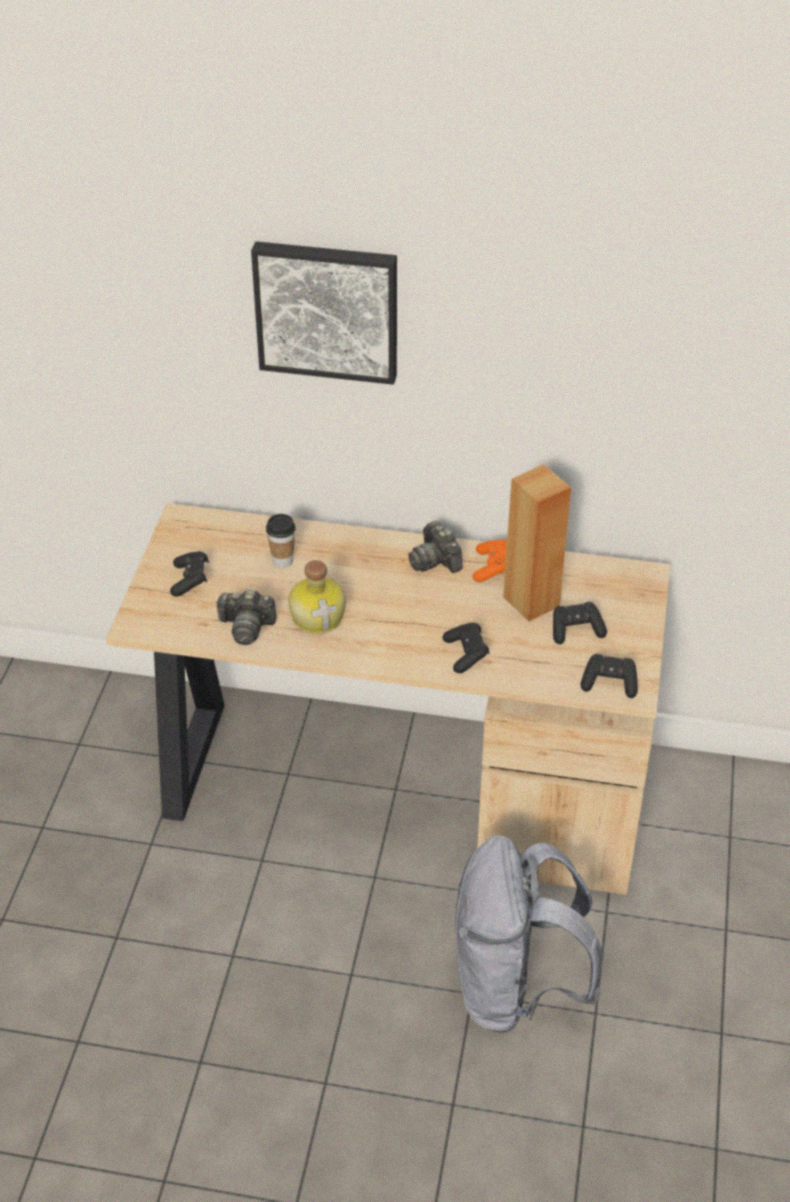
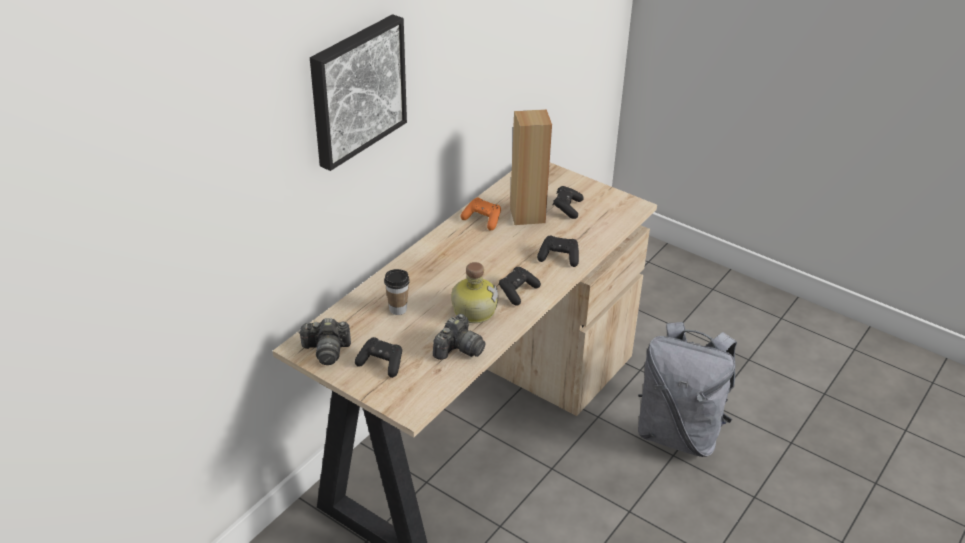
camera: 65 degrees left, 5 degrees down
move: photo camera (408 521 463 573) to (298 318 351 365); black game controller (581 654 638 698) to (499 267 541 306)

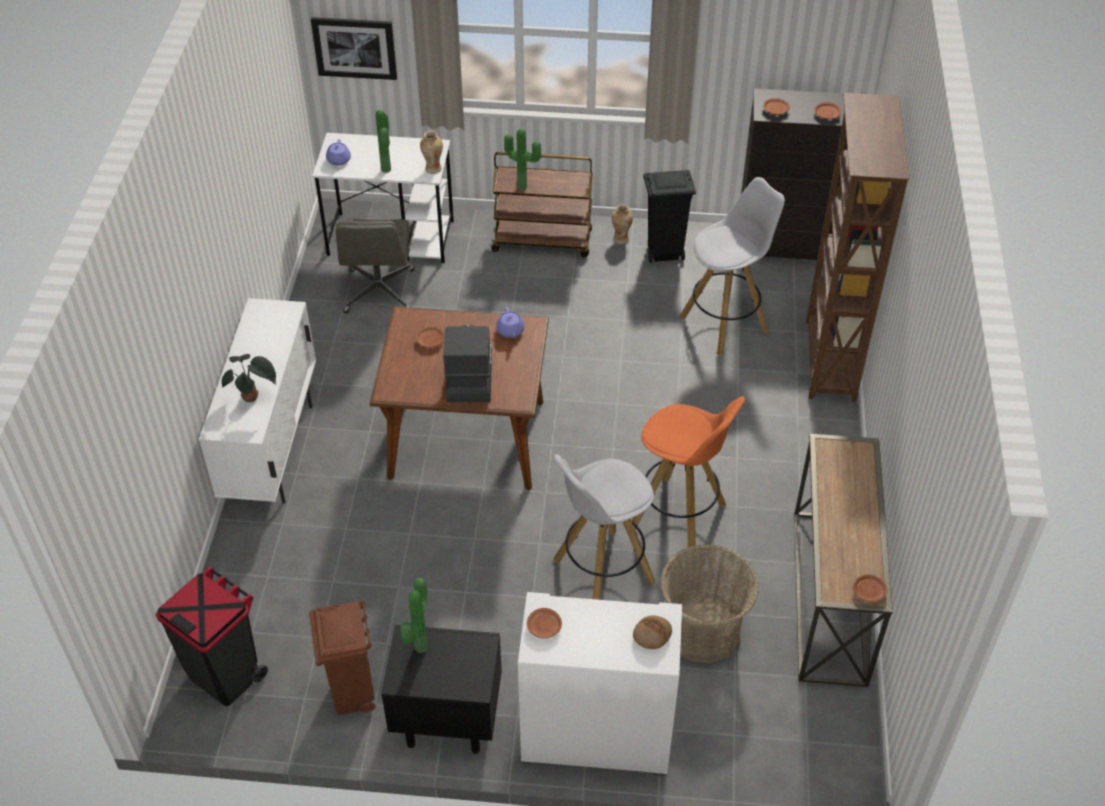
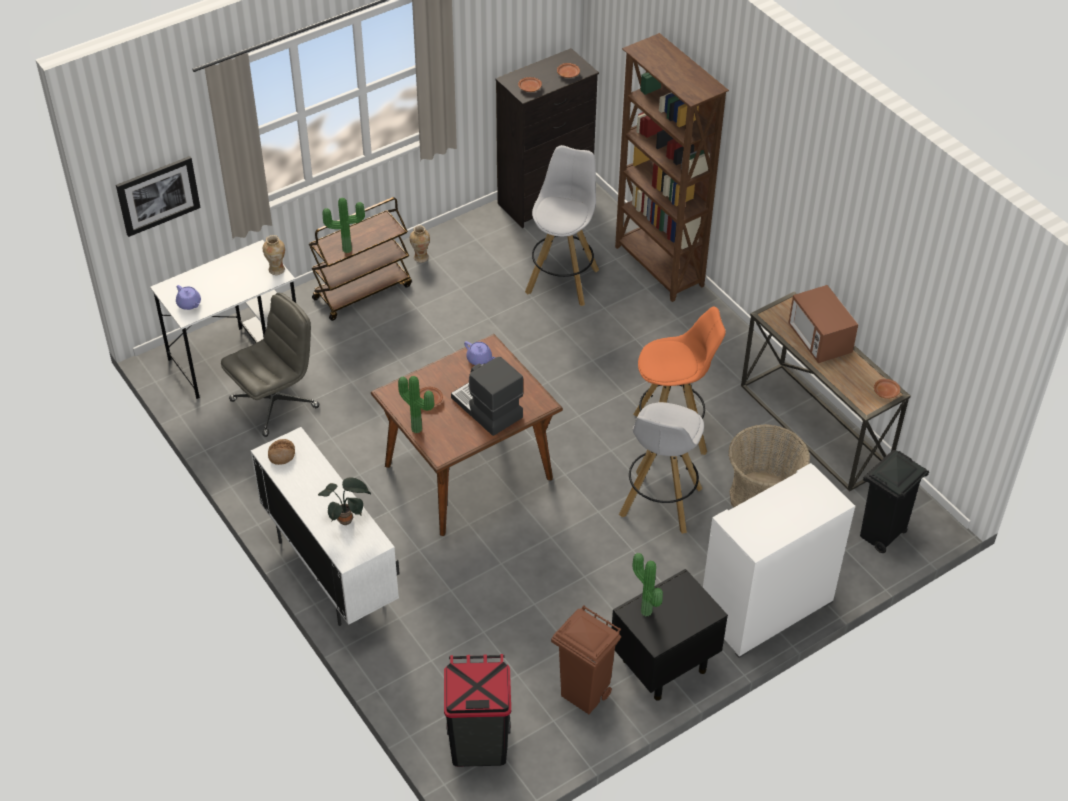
camera: 40 degrees left, 0 degrees up
delete: brown plate (527 608 562 639)
insert: microwave (788 285 858 363)
move: bread (633 616 672 649) to (268 439 295 465); potted plant (376 110 391 173) to (398 376 434 433); black trash can (643 170 696 263) to (860 450 929 553)
rotate: grey office chair (336 219 415 313) = (221 293 319 437) 90 degrees counterclockwise

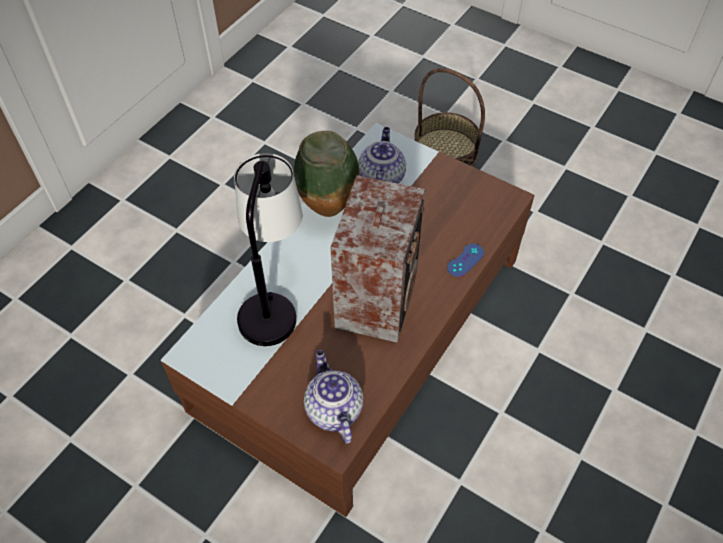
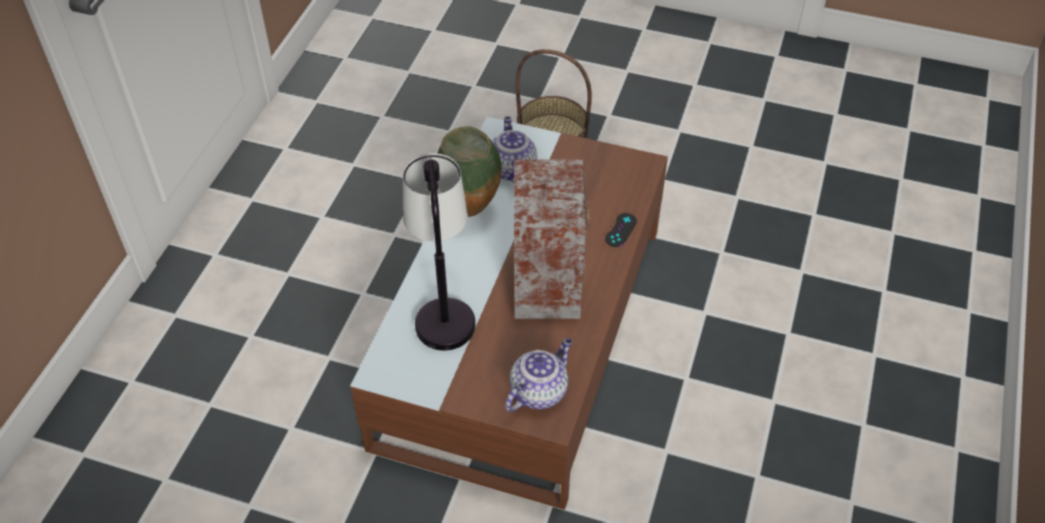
camera: 15 degrees left, 5 degrees down
recolor: blue game controller (447 244 484 277) to black game controller (605 213 637 247)
rotate: teapot (304 350 364 444) = (505 338 572 412) 75 degrees clockwise

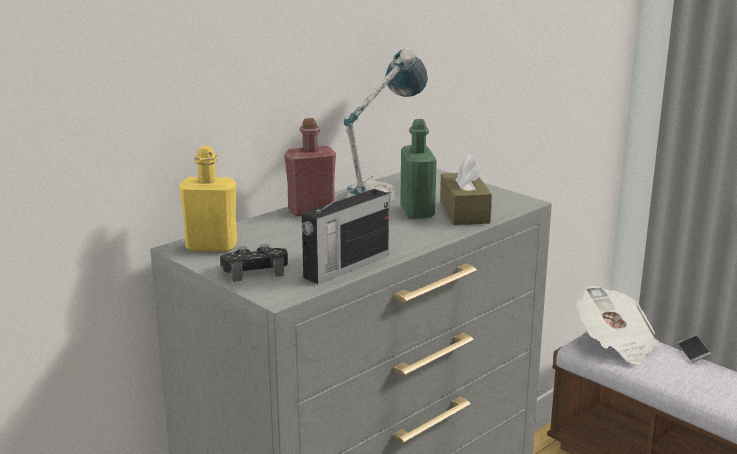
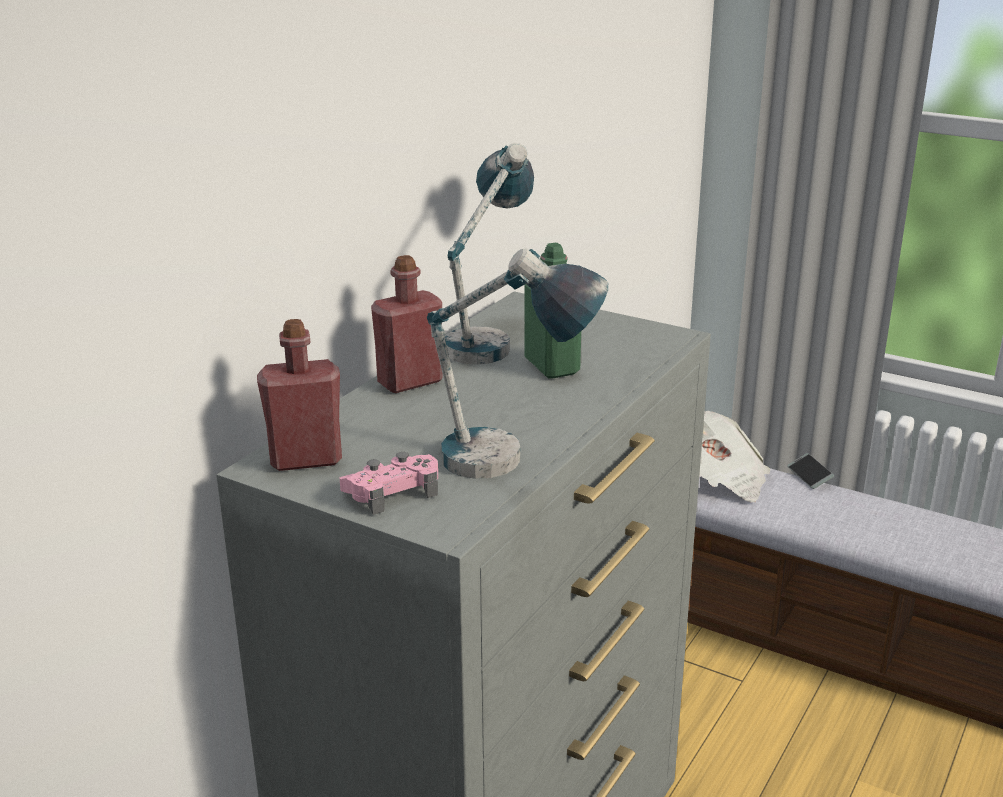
camera: 15 degrees left, 5 degrees up
delete: brown tissue box (440 155 492 225)
replace: radio (302 176 389 284) to table lamp (427 248 608 479)
recolor: yellow bottle (179 146 237 252) to red bottle (257 319 342 471); black game controller (220 244 288 282) to pink game controller (340 452 438 515)

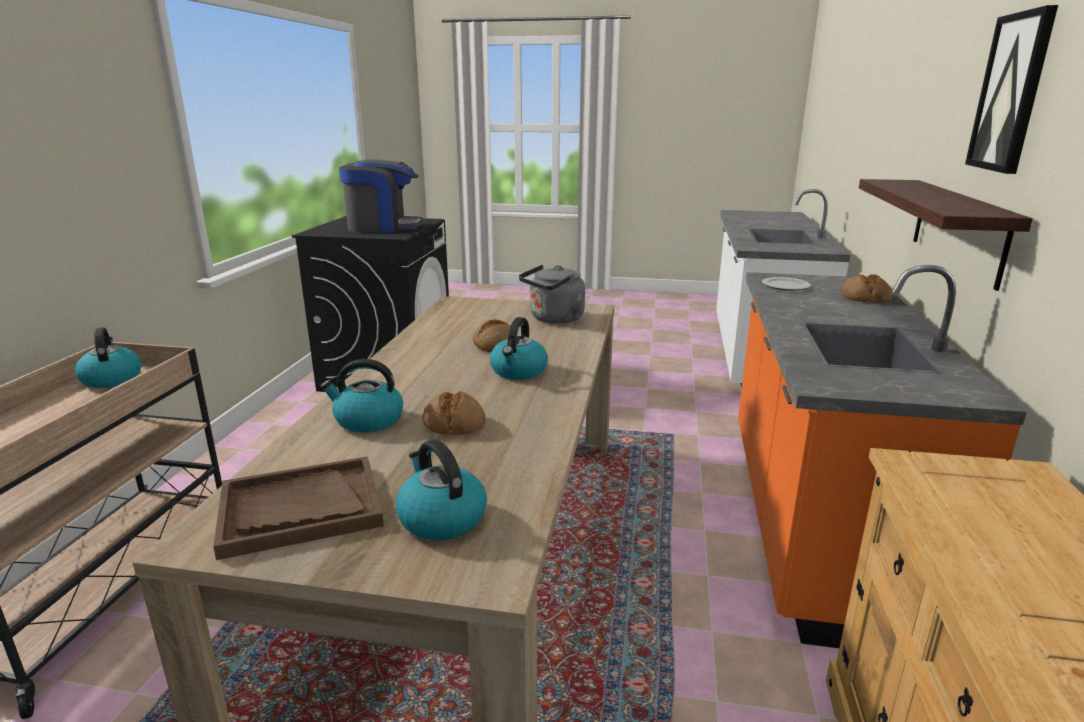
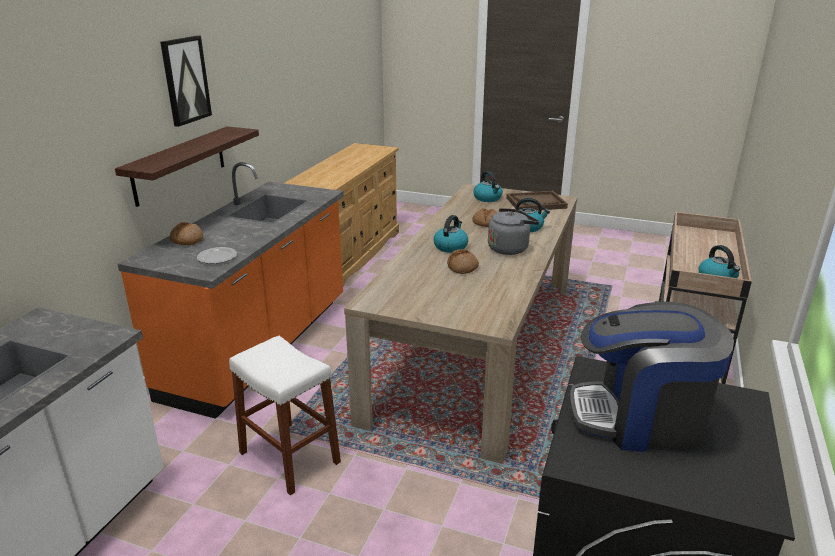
camera: 170 degrees left, 5 degrees up
insert: white stool (229 336 341 495)
move: grey kettle (519 265 585 323) to (488 208 539 255)

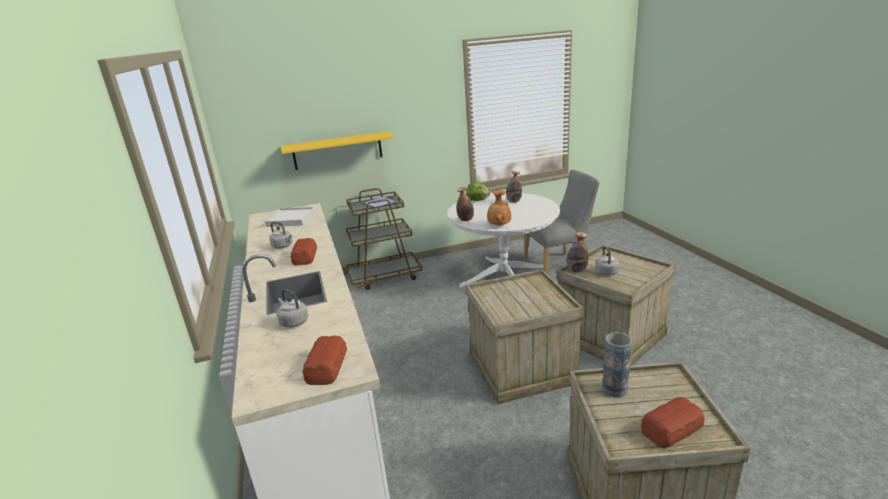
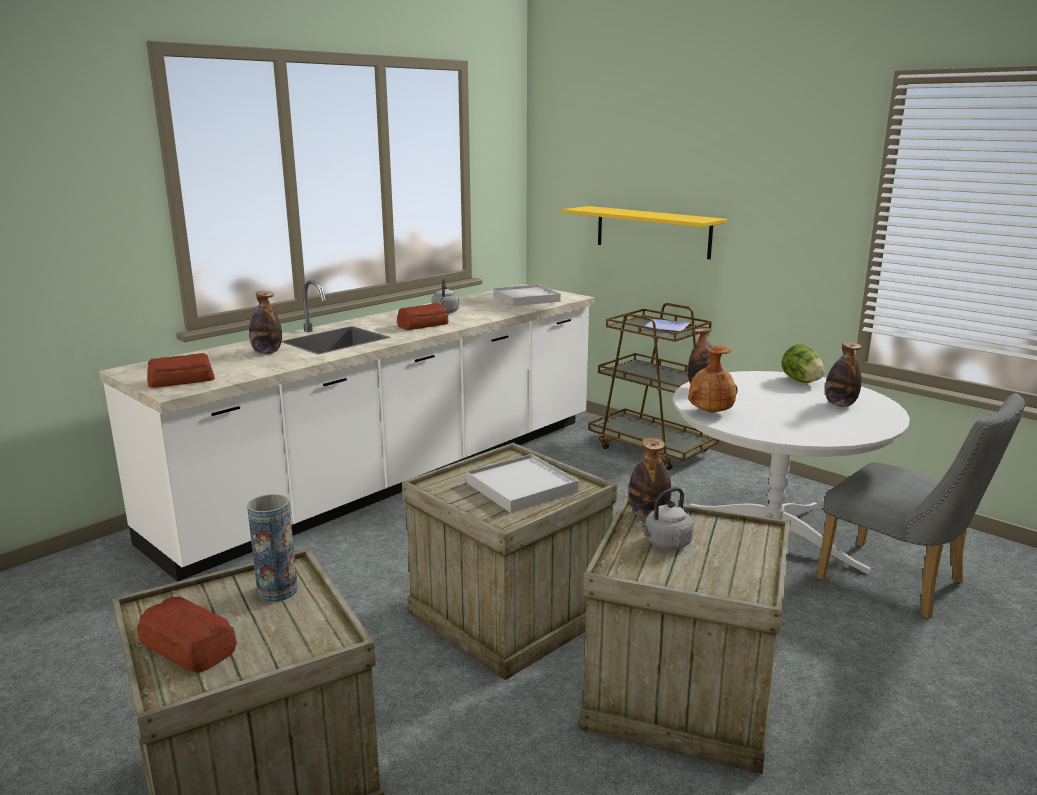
camera: 60 degrees right, 5 degrees down
insert: white tray (466 454 579 513)
replace: grey kettle (276 289 308 328) to bottle (249 291 282 354)

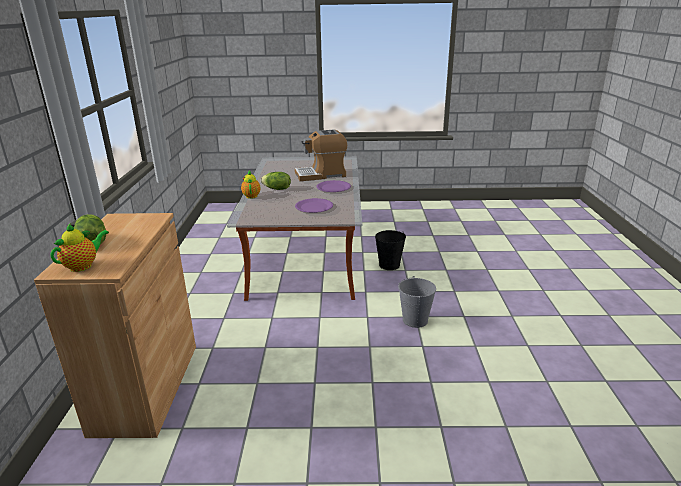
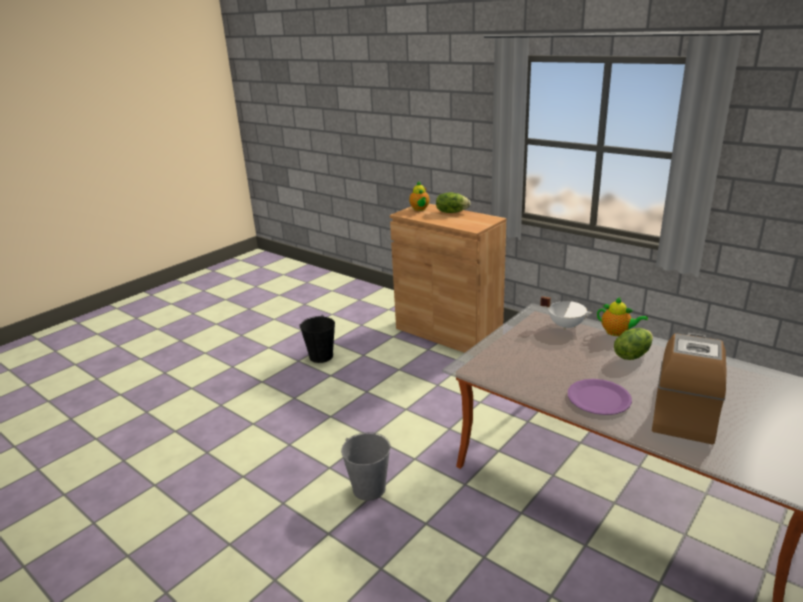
camera: 130 degrees right, 0 degrees up
delete: purple plate (295 198 333 213)
insert: white cooking pot (540 296 592 330)
move: black bucket (375 230 406 270) to (300 315 335 363)

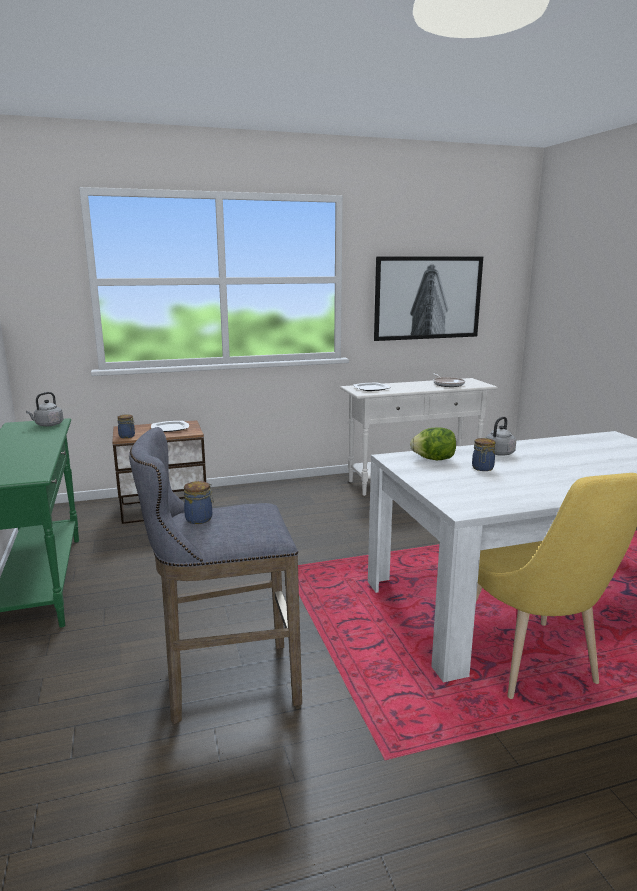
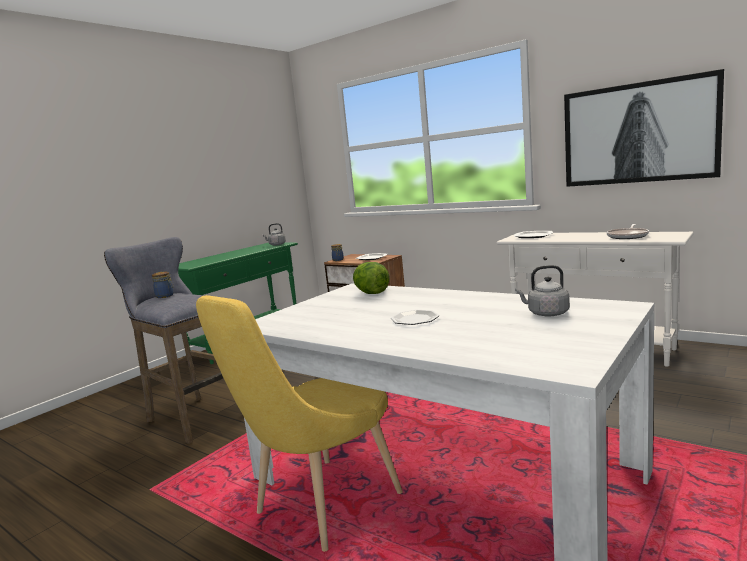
camera: 55 degrees right, 5 degrees down
delete: jar (472 438 496 471)
insert: plate (391 310 439 325)
move: grey kettle (486 417 516 456) to (515 265 570 317)

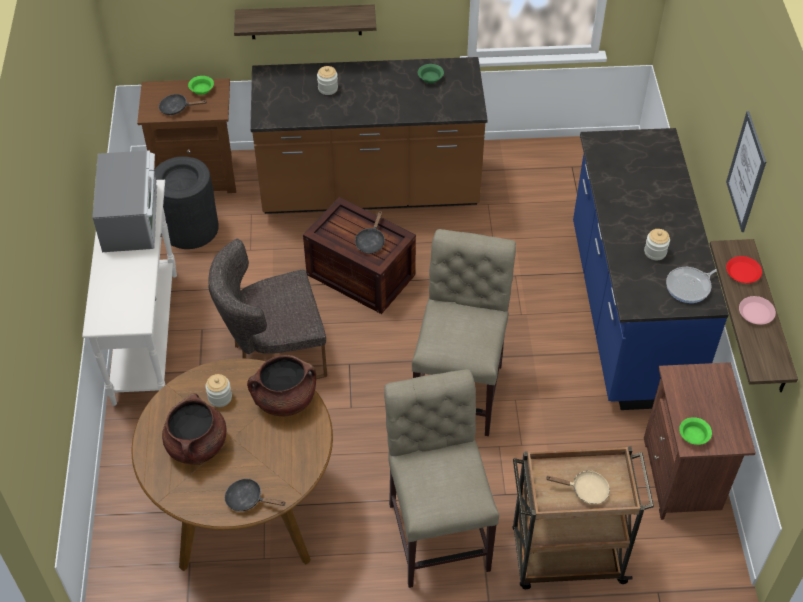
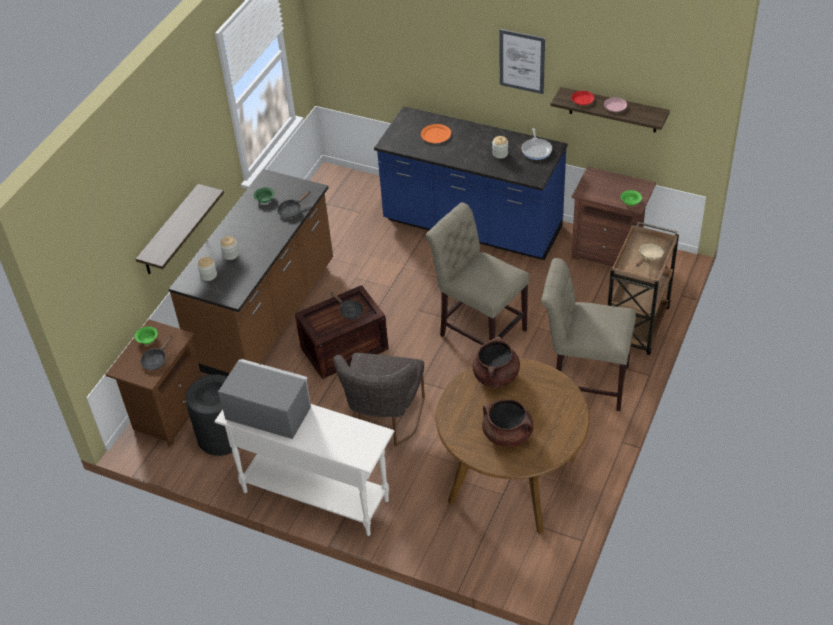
camera: 60 degrees left, 5 degrees down
insert: orange plate (421 124 451 143)
move: jar (205 374 232 407) to (197 257 217 281); black frying pan (225 479 285 511) to (277 190 311 218)

